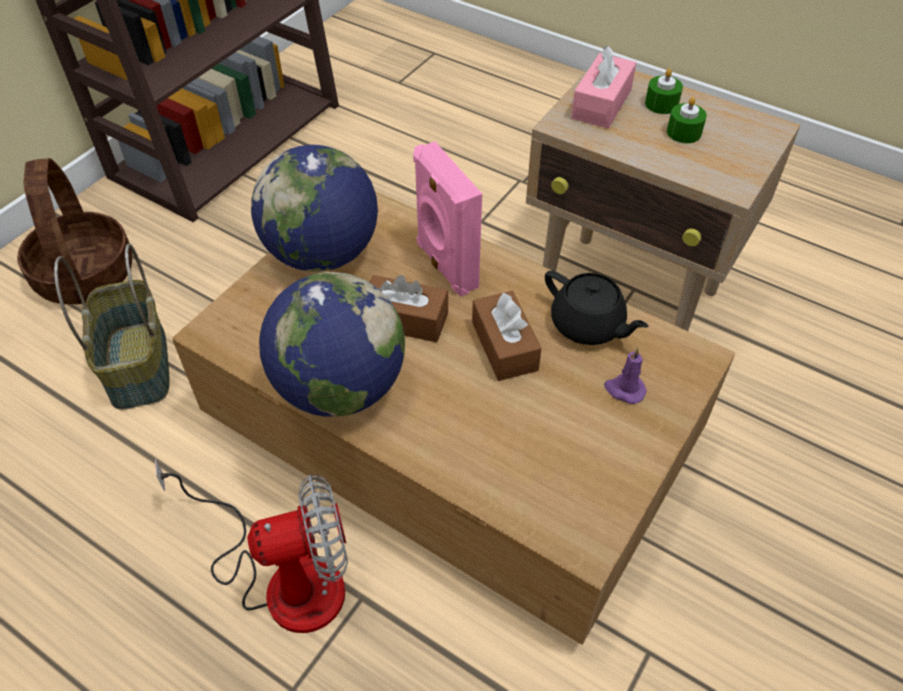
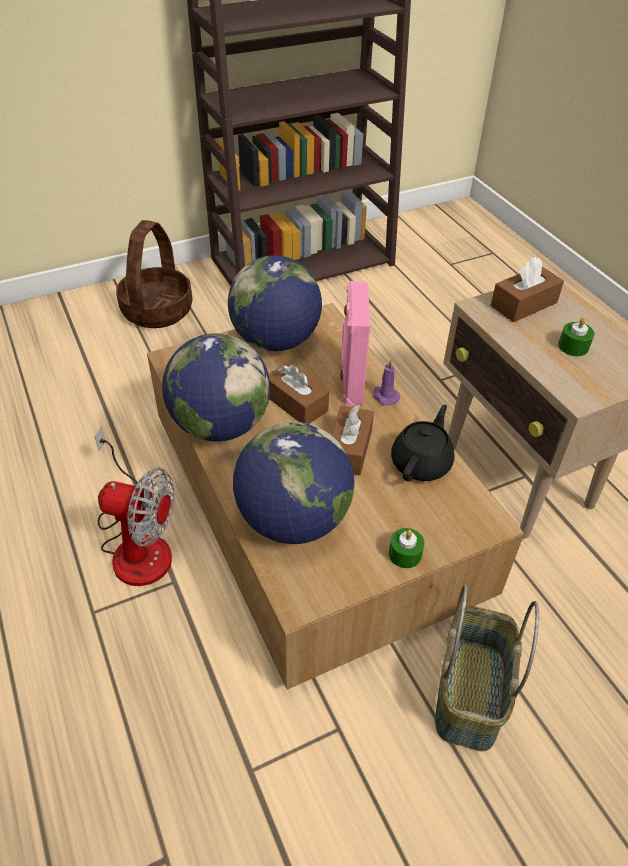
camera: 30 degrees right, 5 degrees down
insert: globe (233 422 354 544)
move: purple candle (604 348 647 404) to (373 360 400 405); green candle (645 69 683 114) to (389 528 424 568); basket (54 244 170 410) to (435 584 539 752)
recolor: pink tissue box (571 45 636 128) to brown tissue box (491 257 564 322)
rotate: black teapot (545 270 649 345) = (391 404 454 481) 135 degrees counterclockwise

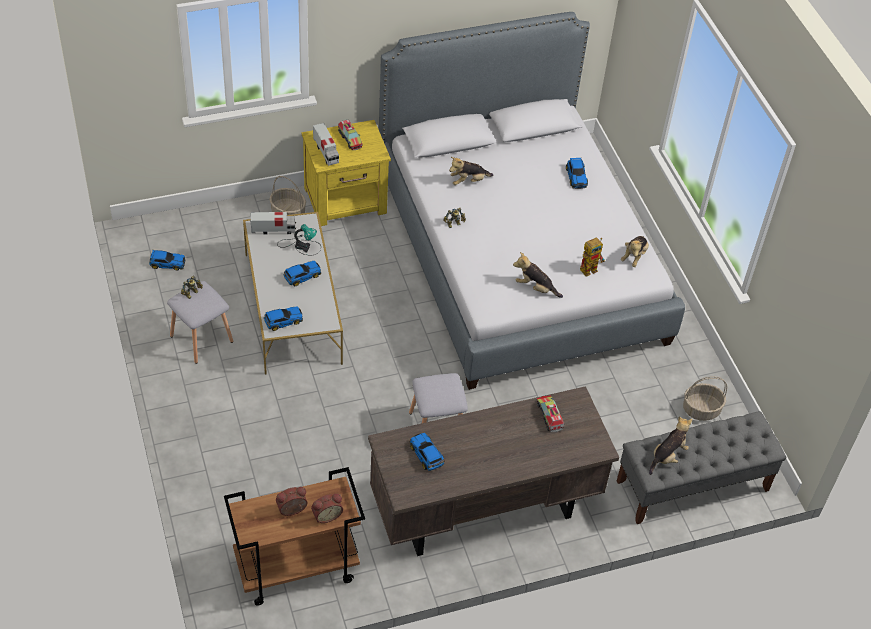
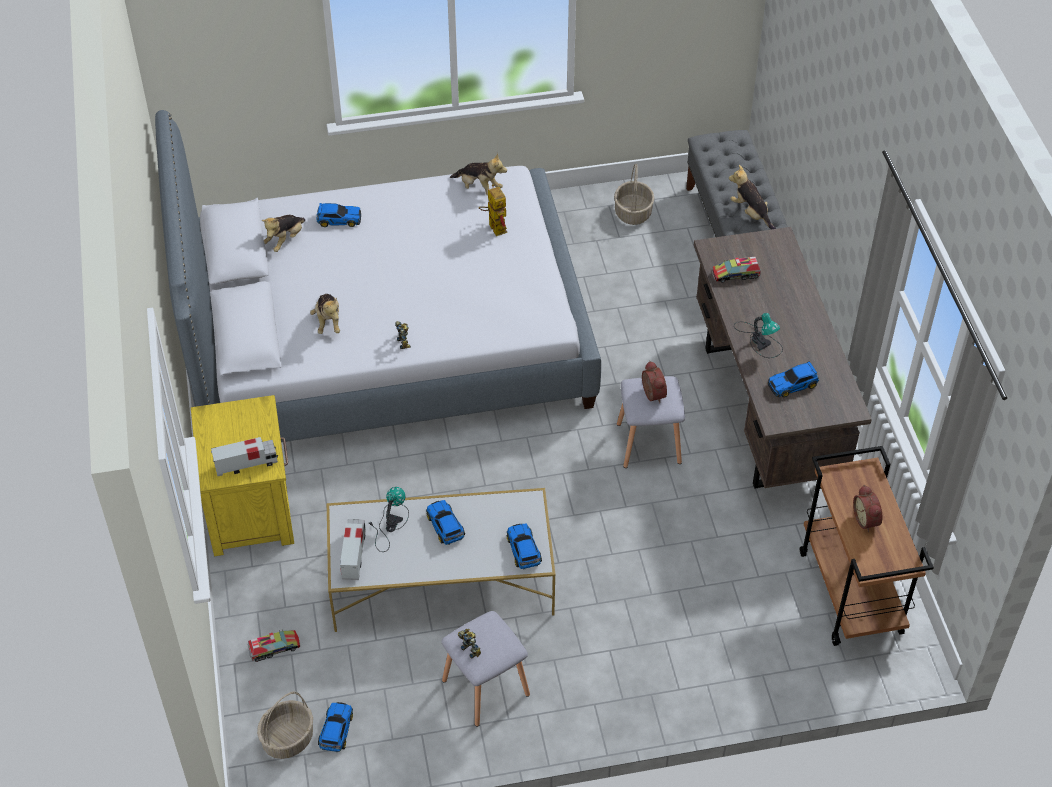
camera: 80 degrees left, 0 degrees up
insert: table lamp (734 313 783 358)
move: toy truck (338 119 363 150) to (248 630 301 662); basket (270 176 306 215) to (257 691 313 759); plush toy (513 252 563 298) to (262 215 305 252); alarm clock (311 494 343 523) to (642 361 667 403)

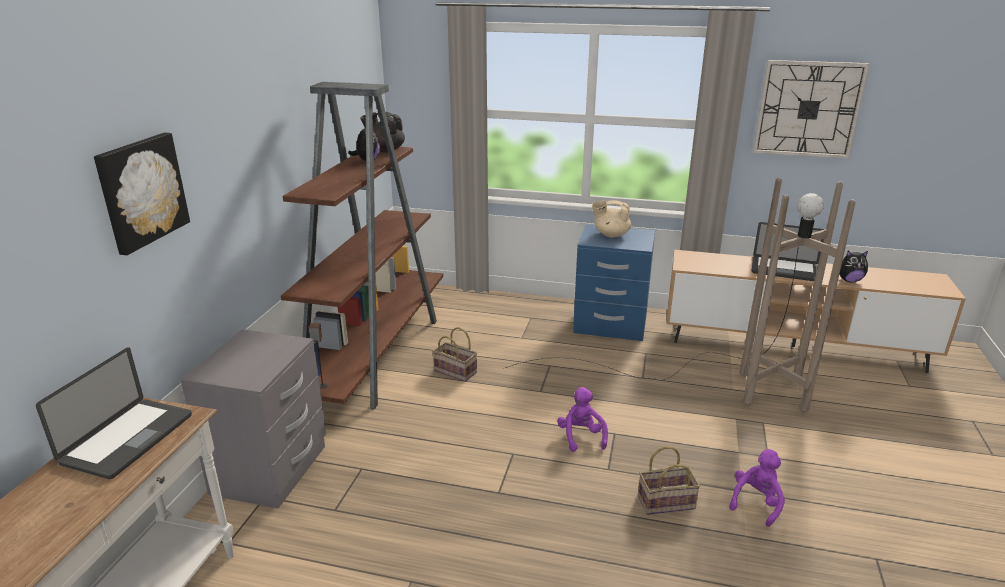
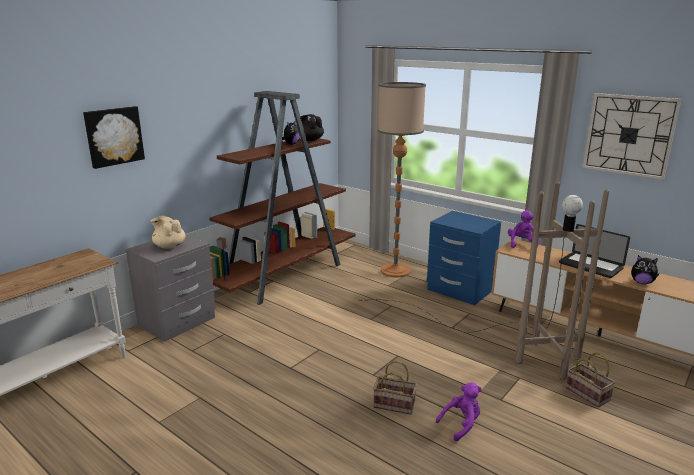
camera: 25 degrees right, 5 degrees down
delete: laptop (36 347 192 479)
insert: floor lamp (378 82 426 277)
move: beige teapot (592 200 631 237) to (151 216 186 249); purple plush toy (557 387 608 452) to (508 210 540 248); basket (432 327 477 382) to (566 352 615 407)

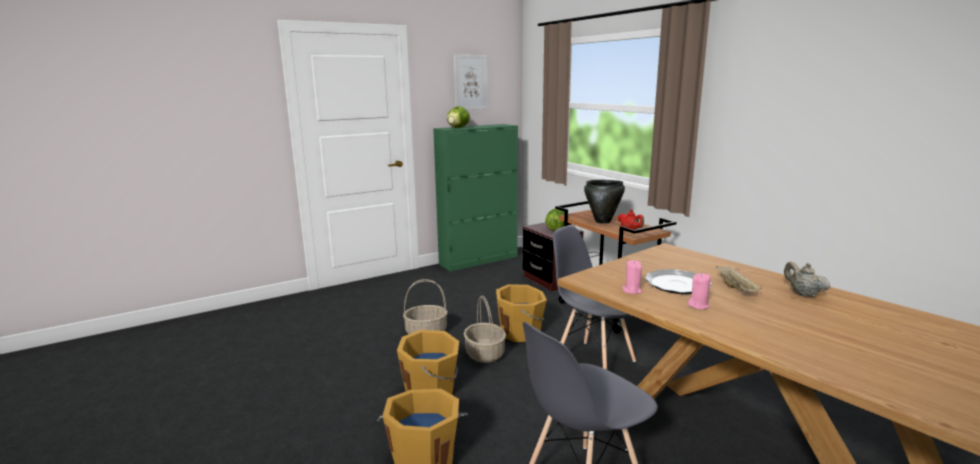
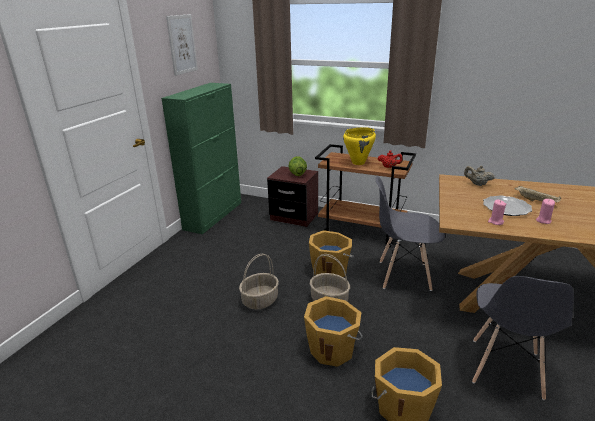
camera: 35 degrees left, 10 degrees up
delete: lettuce (447 106 470 128)
move: beige teapot (784 261 830 297) to (464 165 495 186)
recolor: black cooking pot (584 180 625 224) to yellow cooking pot (343 127 376 165)

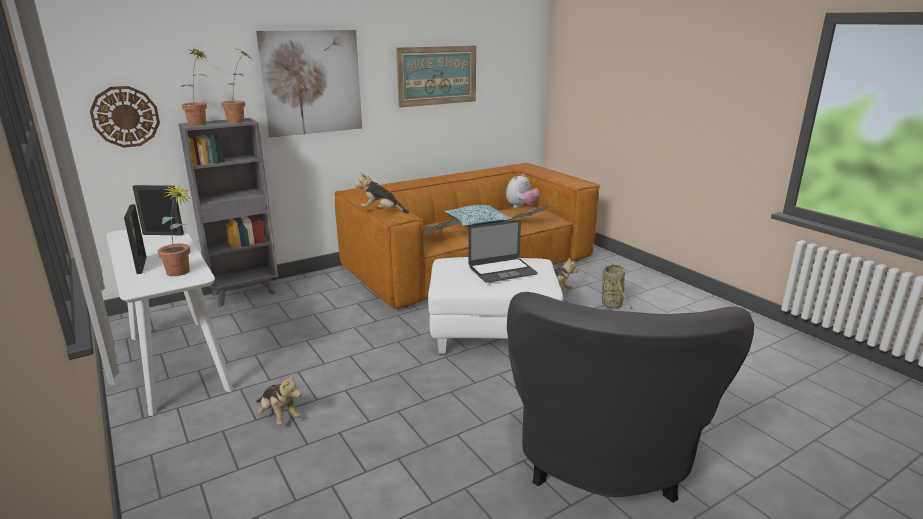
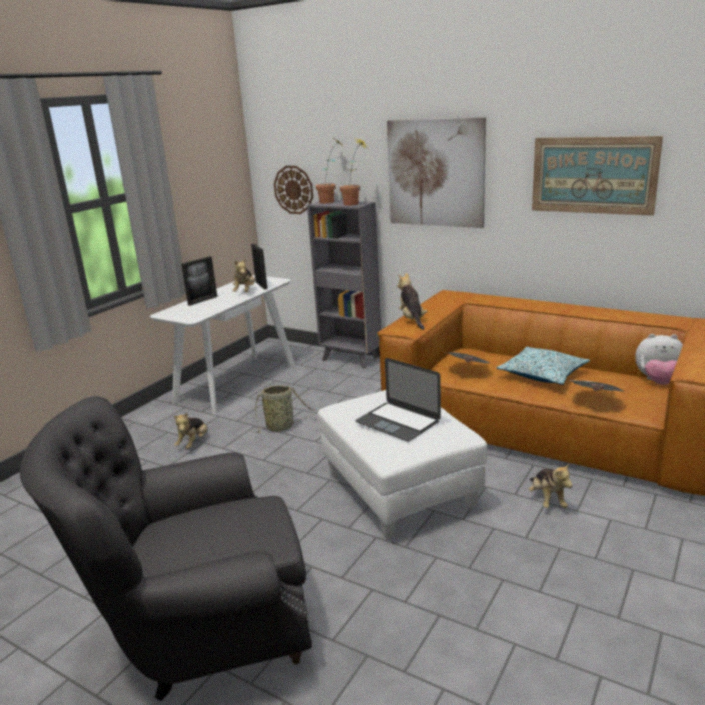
camera: 65 degrees right, 0 degrees up
delete: potted plant (157 185 192 276)
insert: plush toy (232 258 255 292)
move: basket (602 264 633 310) to (251 385 317 433)

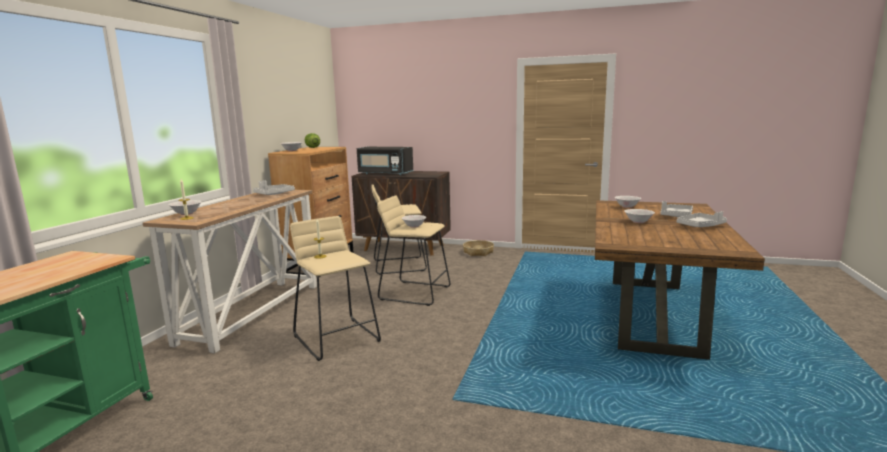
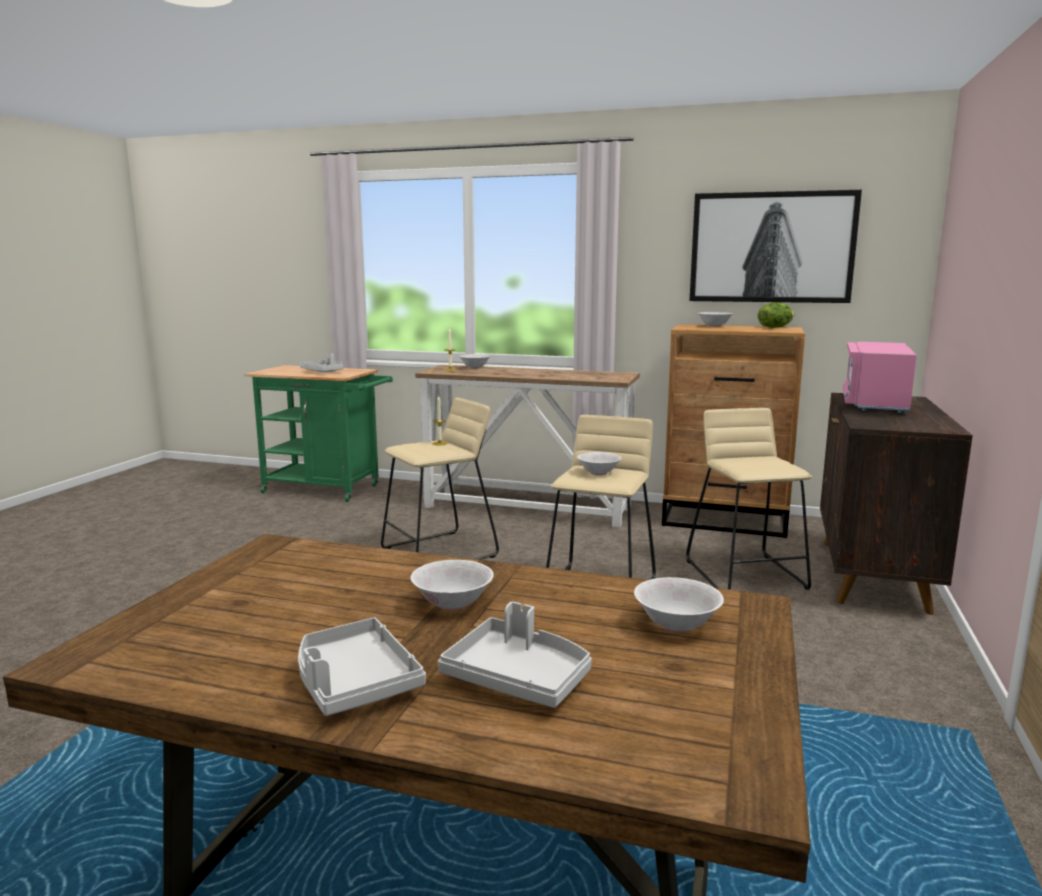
camera: 90 degrees right, 0 degrees up
delete: basket (463 240 494 256)
insert: picture (689 190 862 303)
move: grey tray (253 180 295 195) to (300 353 343 372)
recolor: black microwave (357 147 413 175) to pink microwave (843 342 917 413)

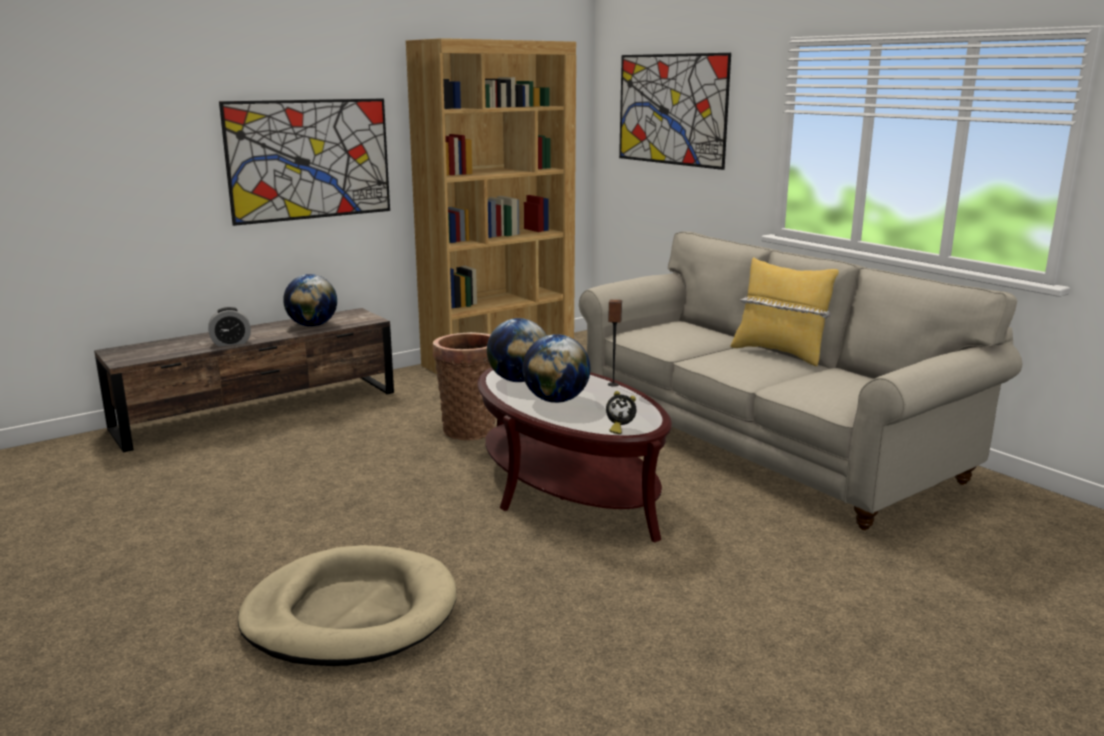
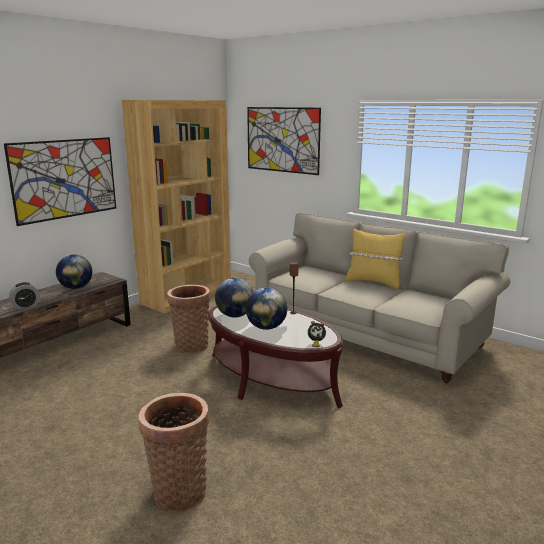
camera: 15 degrees left, 0 degrees up
replace: beige dog bed (238 545 457 666) to basket (139 393 210 512)

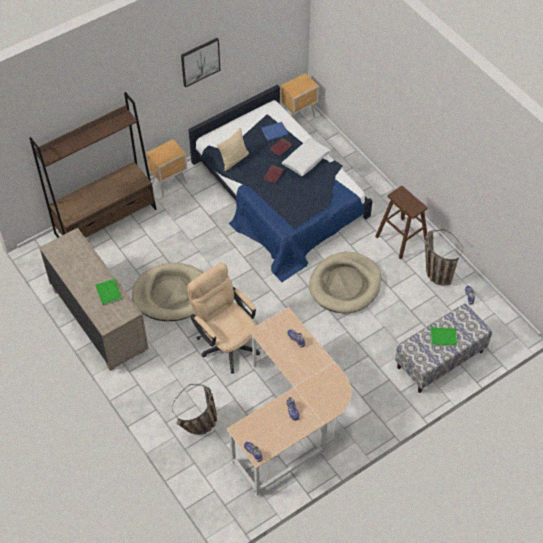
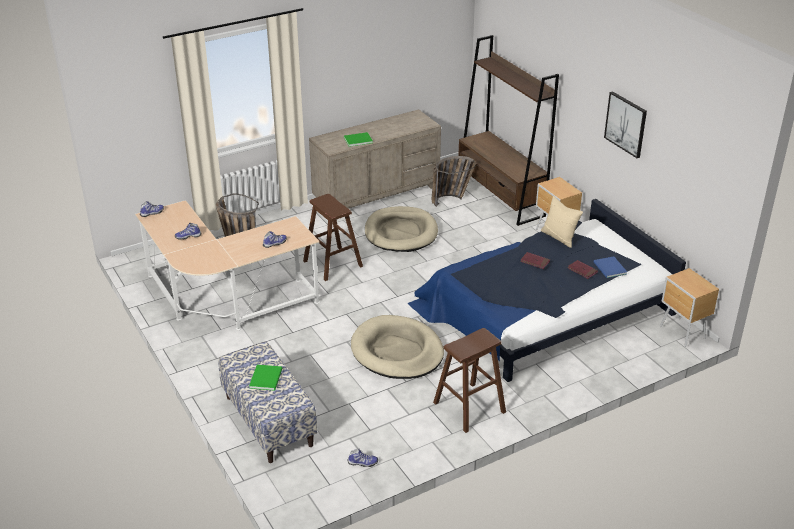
camera: 95 degrees right, 20 degrees down
delete: white pillow (282 138 331 176)
move: basket (425 229 464 286) to (432 156 477 207)
replace: beige office chair (188 262 260 373) to brown stool (303 194 363 281)

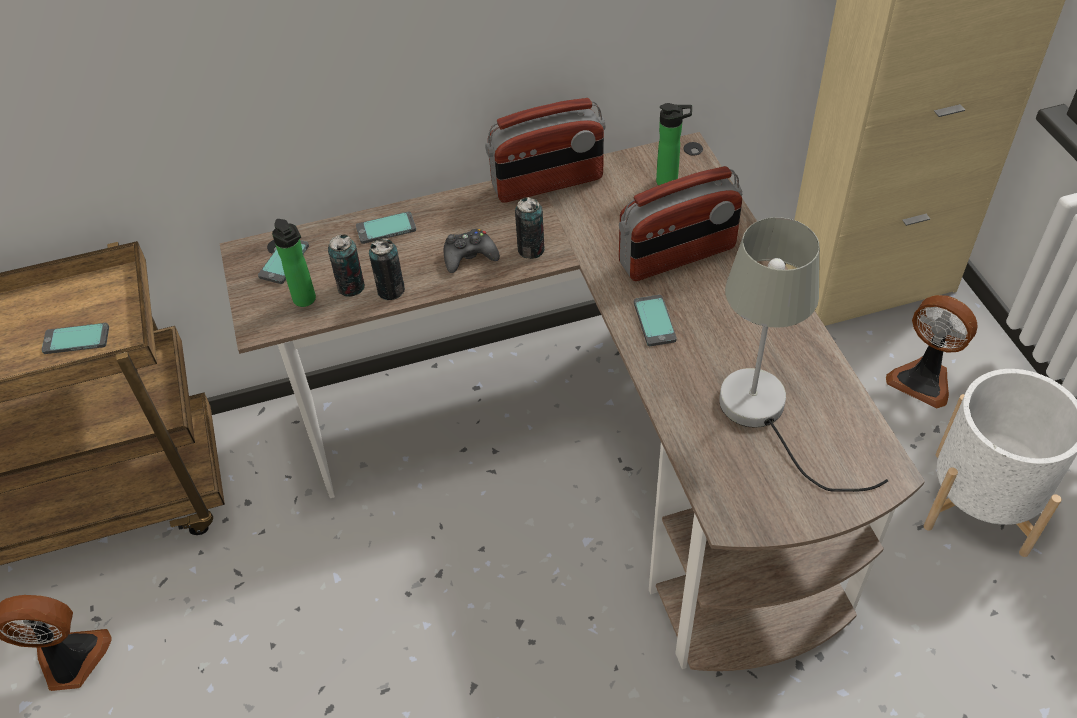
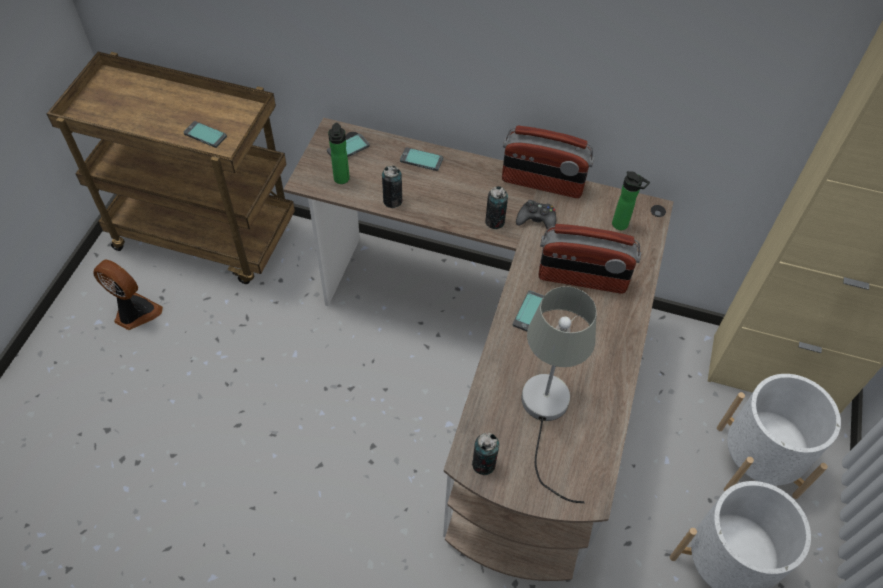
camera: 30 degrees right, 5 degrees up
move: can (328 234 365 297) to (472 432 499 475); black game controller (444 229 500 273) to (516 200 556 229)
replace: fan (886 295 978 408) to white planter (717 374 841 499)

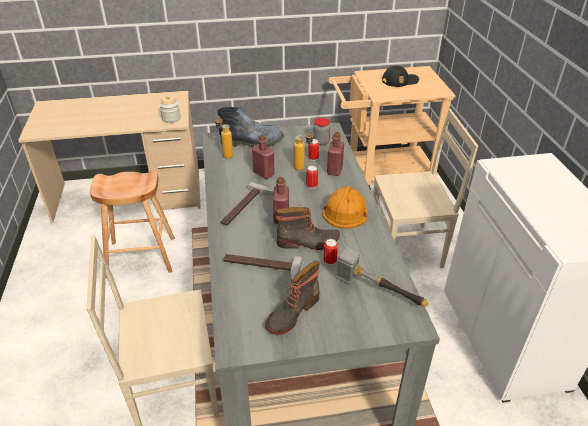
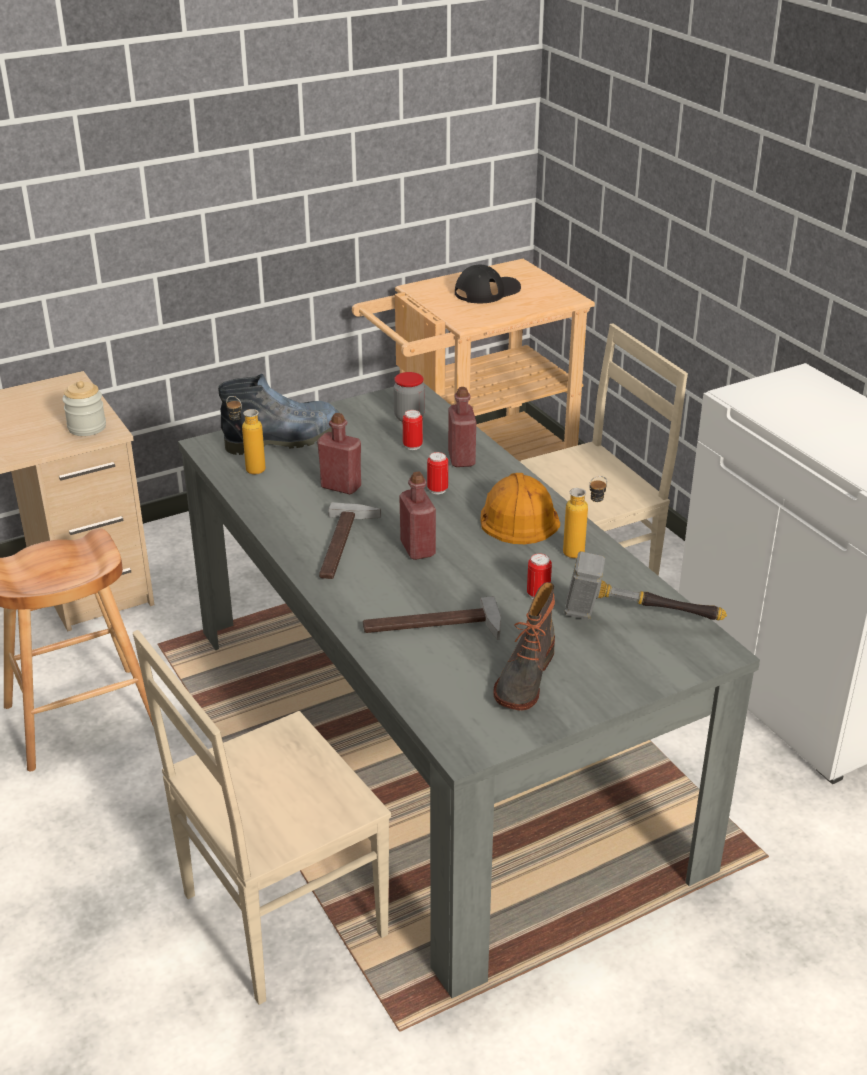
camera: 20 degrees left, 5 degrees down
delete: boot (276 207 340 250)
move: bottle (294 131 314 170) to (563 476 608 558)

